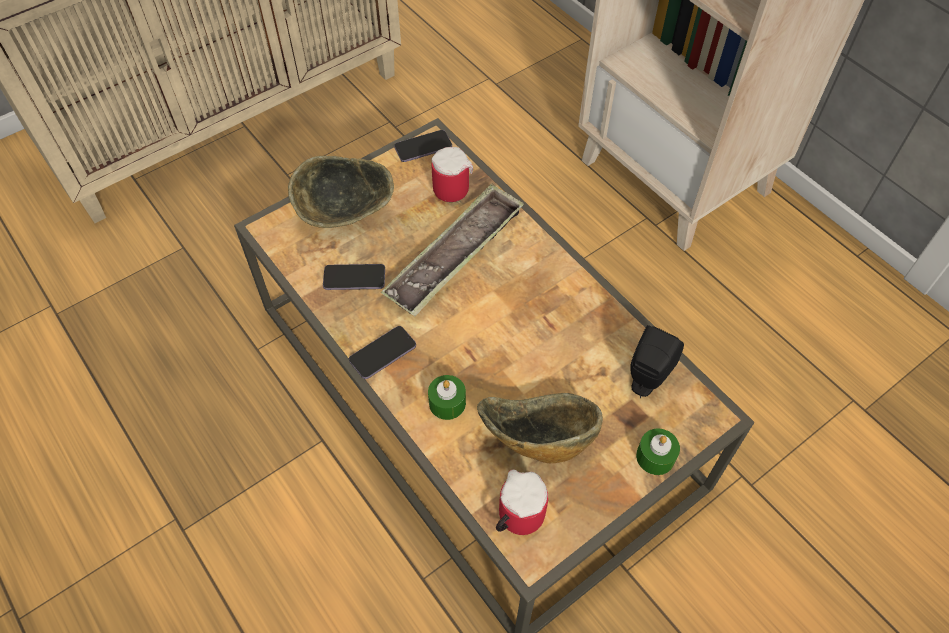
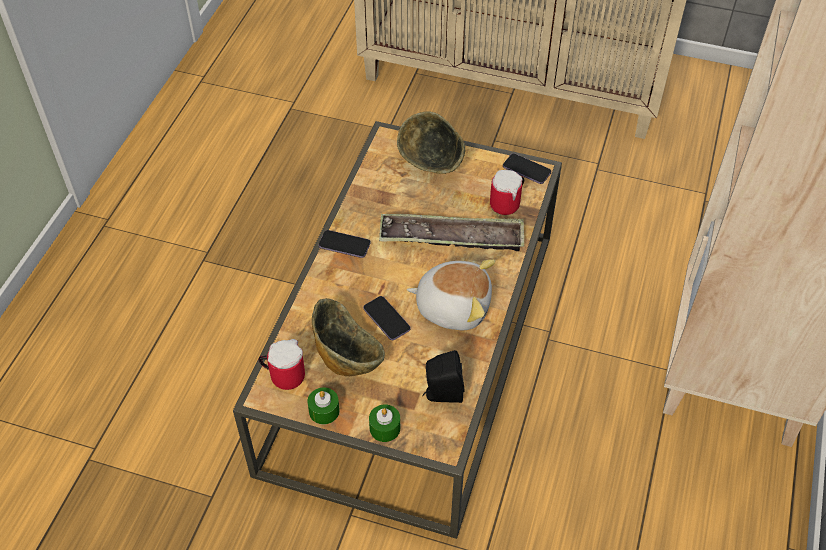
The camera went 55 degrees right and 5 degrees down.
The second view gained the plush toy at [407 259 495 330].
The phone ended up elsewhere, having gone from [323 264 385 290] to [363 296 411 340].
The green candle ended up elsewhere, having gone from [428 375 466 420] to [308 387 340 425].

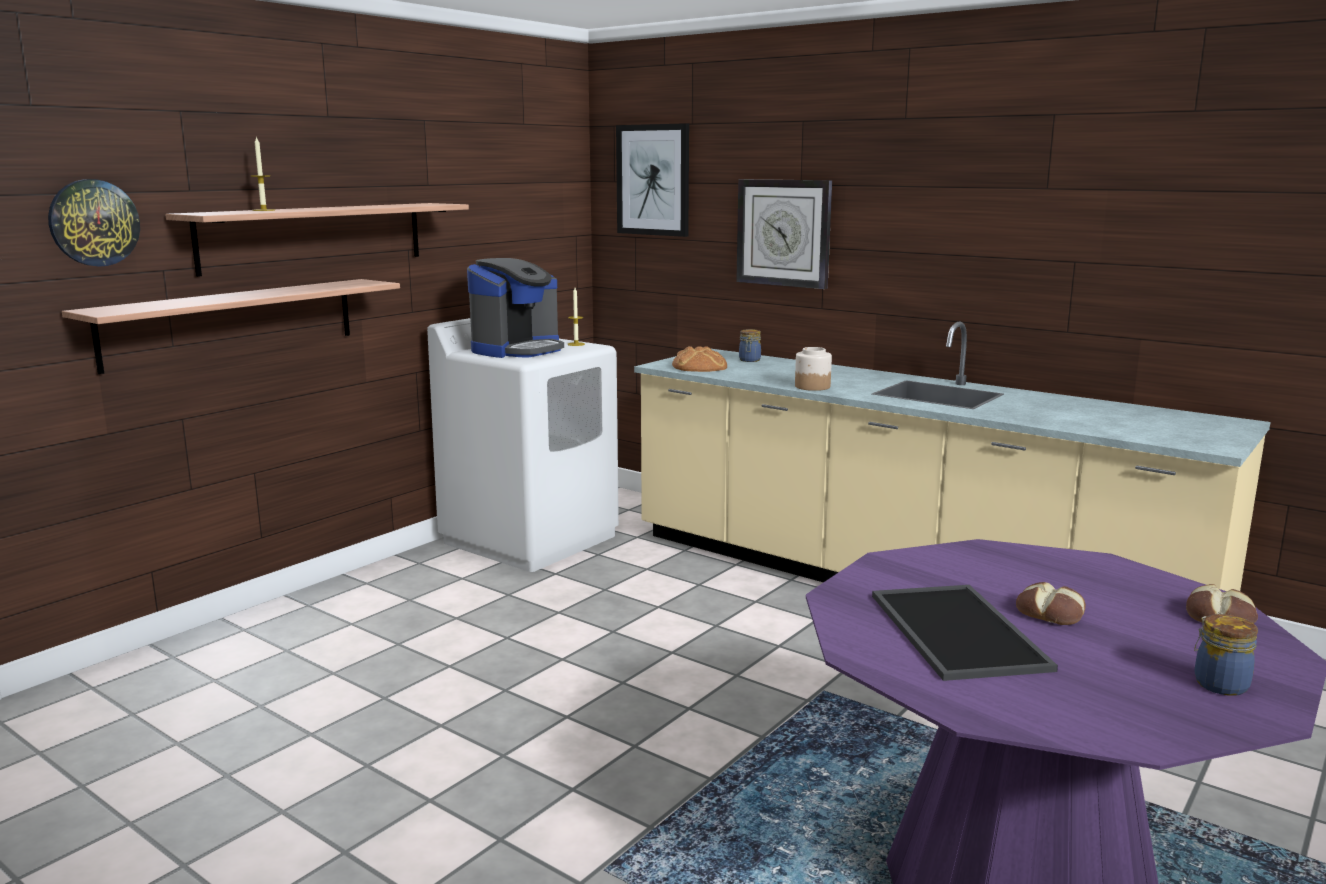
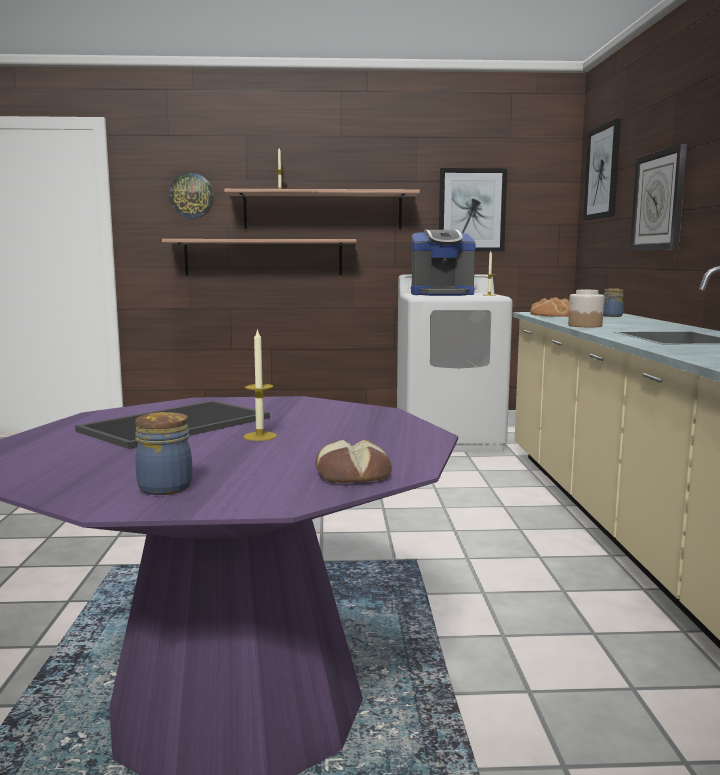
The camera went 50 degrees right and 5 degrees down.
The second view gained the picture at [439 168 507 252].
Where the bread stood at [1016 582 1086 625], the candle came to stand at [244 328 277 441].

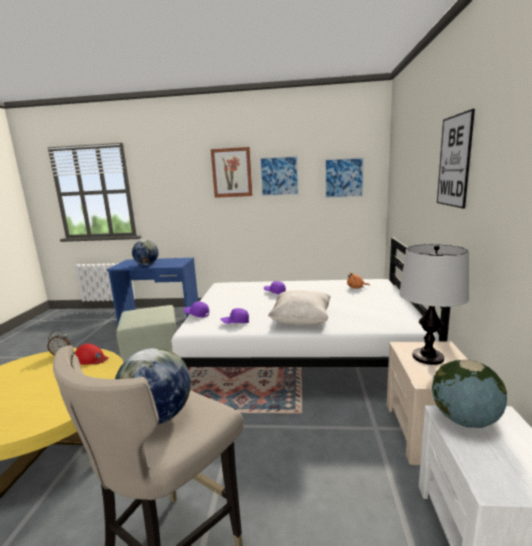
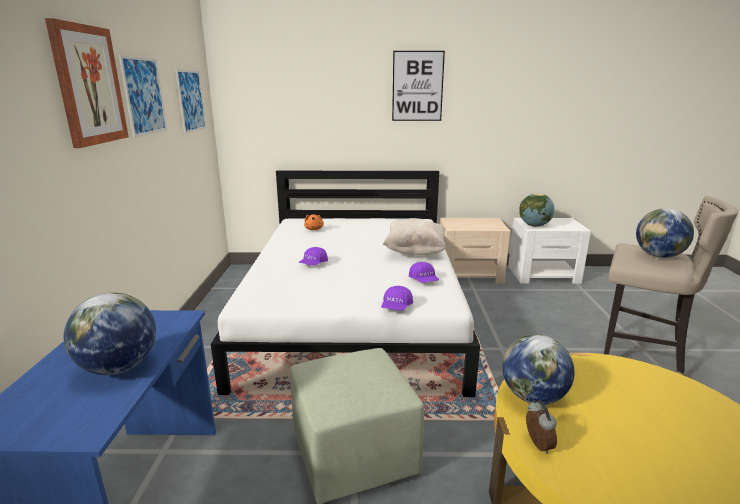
The camera went 95 degrees left and 5 degrees up.
The second view lost the table lamp at [399 244 469 365].
Where the red cap stood at [75 344 109 365], the globe came to stand at [502 334 575 405].

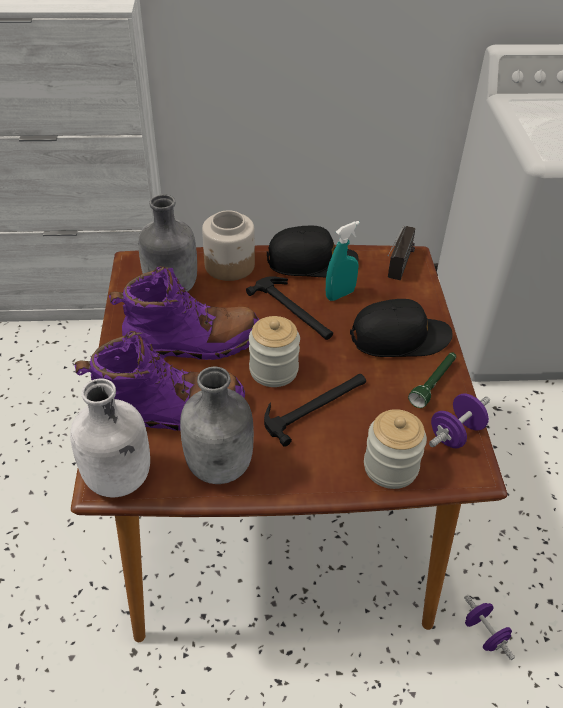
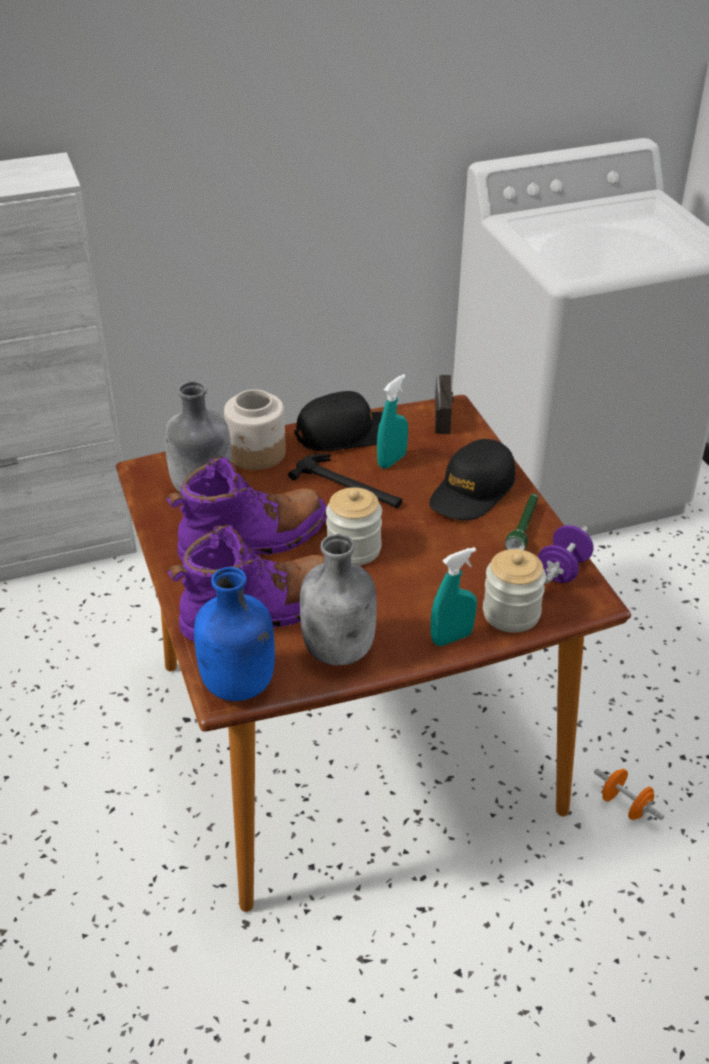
The camera went 15 degrees left and 5 degrees down.
The second view lost the hammer at [264 374 366 447].
The second view gained the turquoise spray bottle at [431 547 477 646].
What was the white bottle at [70 379 150 498] turned into the blue bottle at [194 567 275 701].
What was the purple dumbbell at [464 595 515 660] turned into the orange dumbbell at [594 768 664 820].
The black cap at [350 299 453 357] ended up facing another way, 150 degrees clockwise from before.

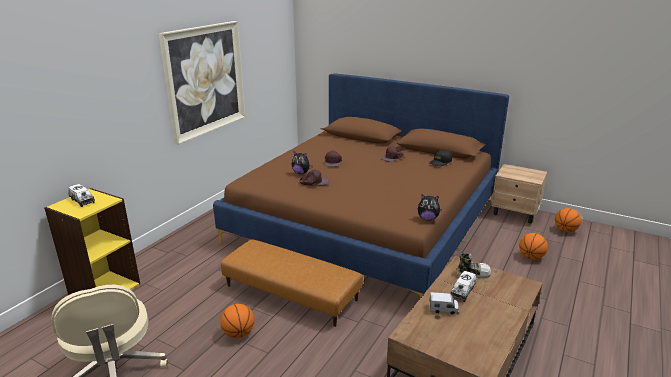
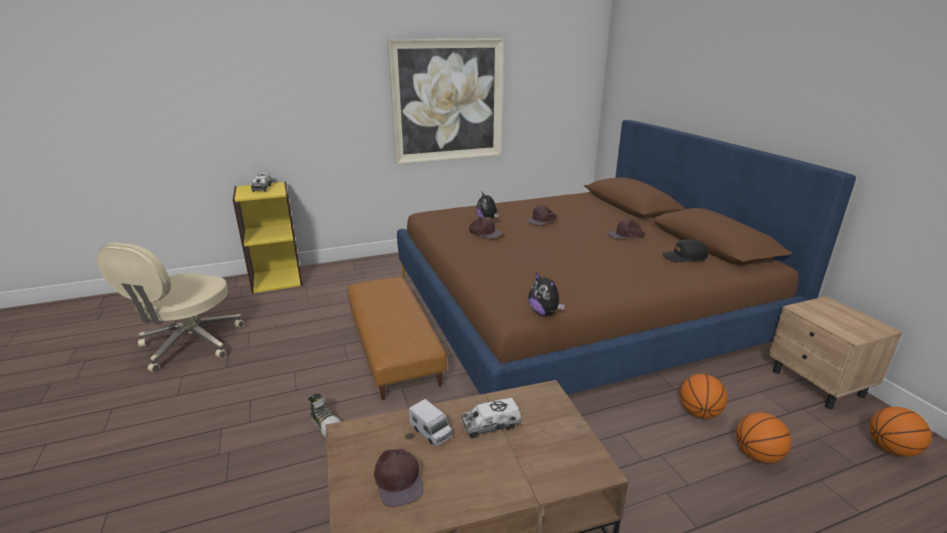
The camera went 40 degrees right and 0 degrees up.
The second view gained the brown cap at [374 449 423 507].
The basketball ended up elsewhere, having gone from [220 304 254 338] to [680 374 727 419].
The shoe ended up elsewhere, having gone from [456 253 491 278] to [308 393 341 438].

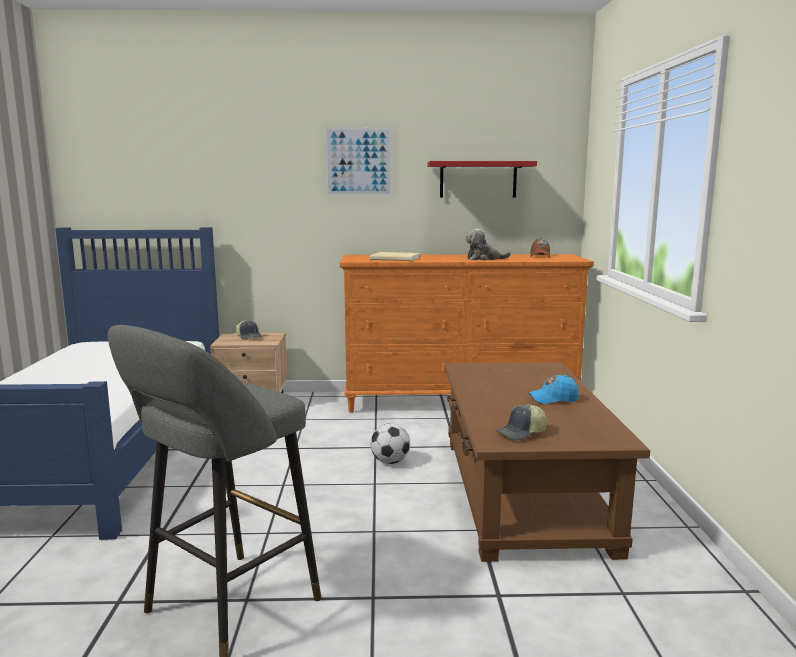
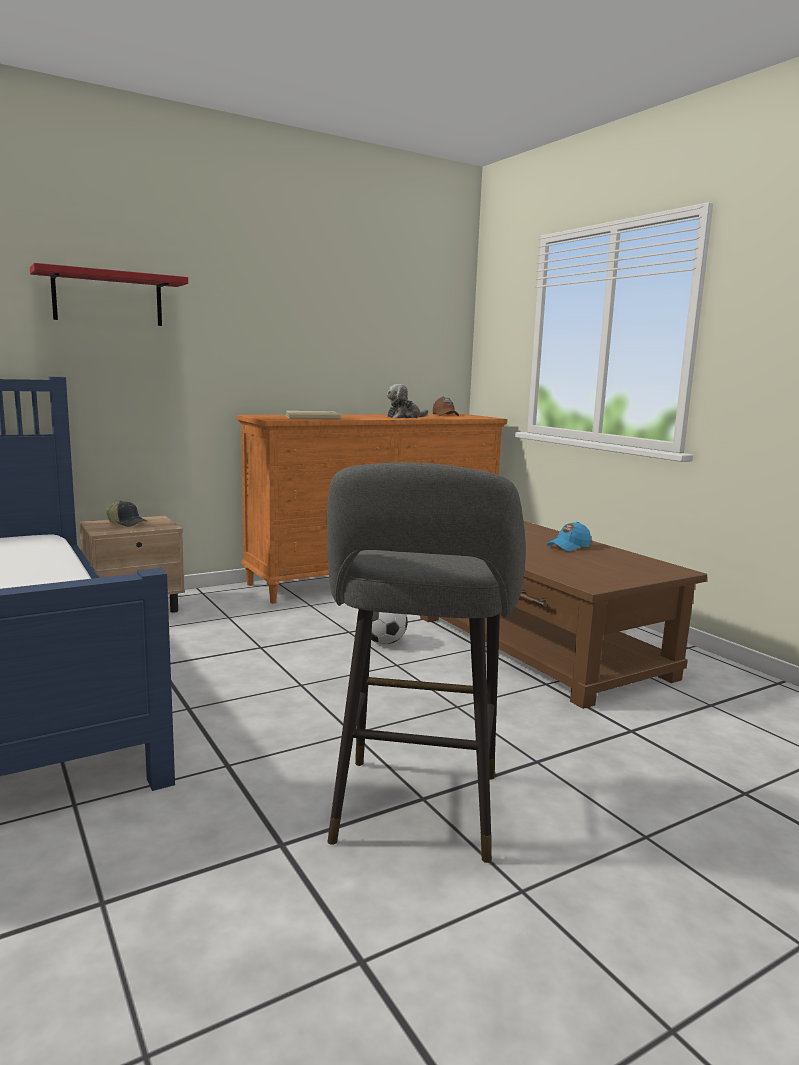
The camera went 30 degrees left and 0 degrees up.
The second view lost the picture at [325 127 392 196].
The second view lost the cap at [495 404 546 440].
The red shelf ended up elsewhere, having gone from [427 161 537 197] to [30 263 188 326].

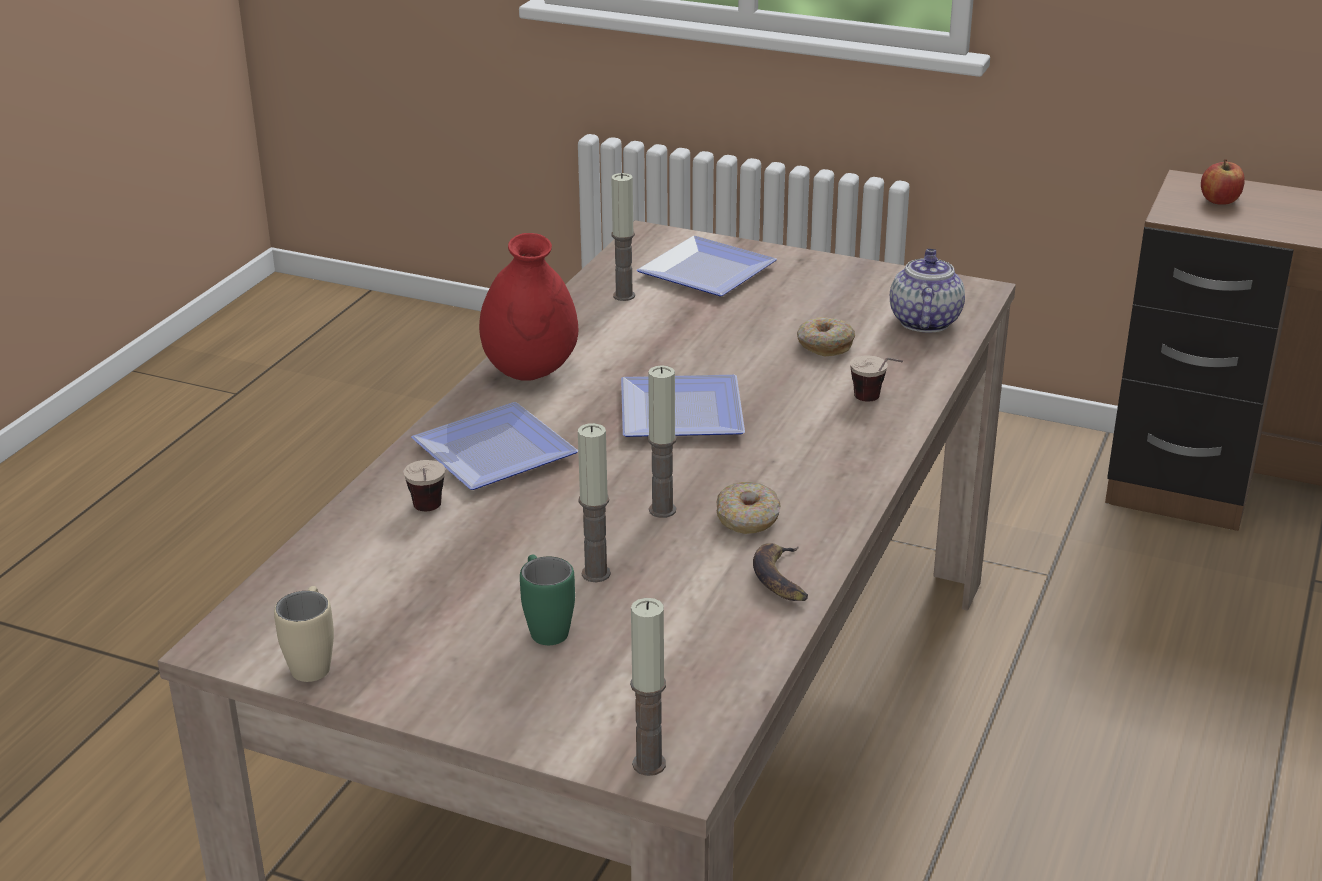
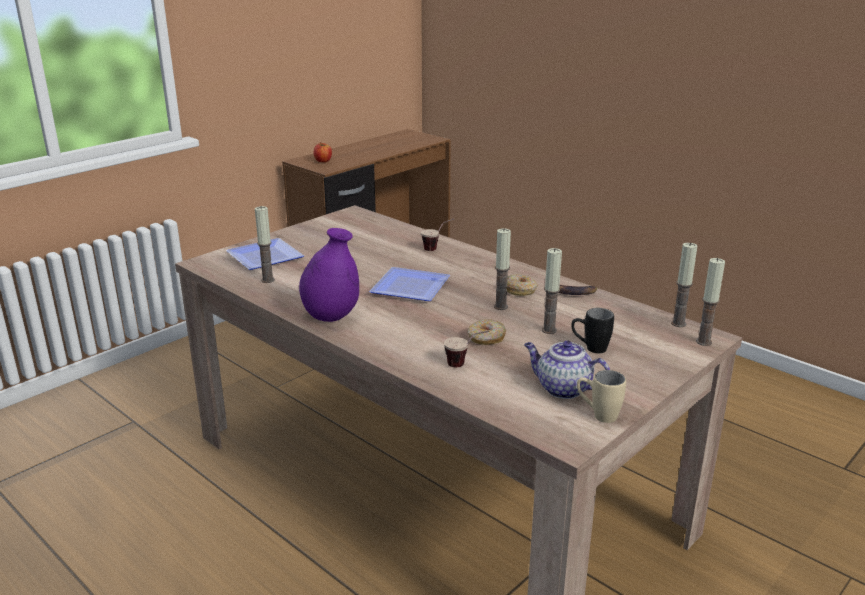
The camera went 70 degrees left and 5 degrees down.
The second view lost the plate at [411 402 578 490].
The second view gained the candle at [671 243 697 327].
The donut ended up elsewhere, having gone from [797 317 855 356] to [467 319 506 345].
The teapot ended up elsewhere, having gone from [890 249 965 333] to [524 341 610 399].
What was the red vase at [479 233 578 381] turned into the purple vase at [299 228 359 322].
What was the green mug at [520 555 575 645] turned into the black mug at [571 308 614 353].

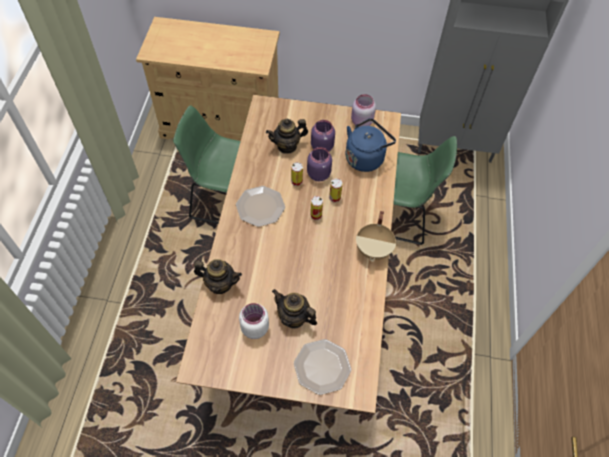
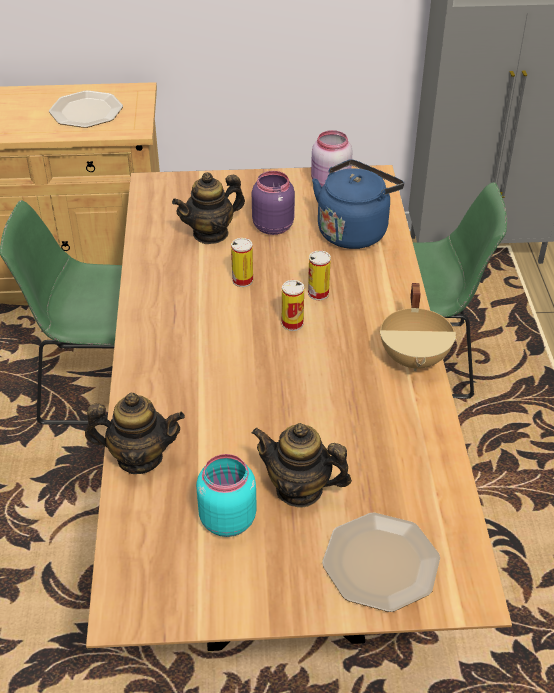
The camera went 10 degrees left and 15 degrees down.
The second view lost the purple jar at [307 147 332 181].
The plate ended up elsewhere, having gone from [236 186 285 227] to [49 90 123 128].
What was the white jar at [239 303 269 339] turned into the turquoise jar at [196 454 257 537].

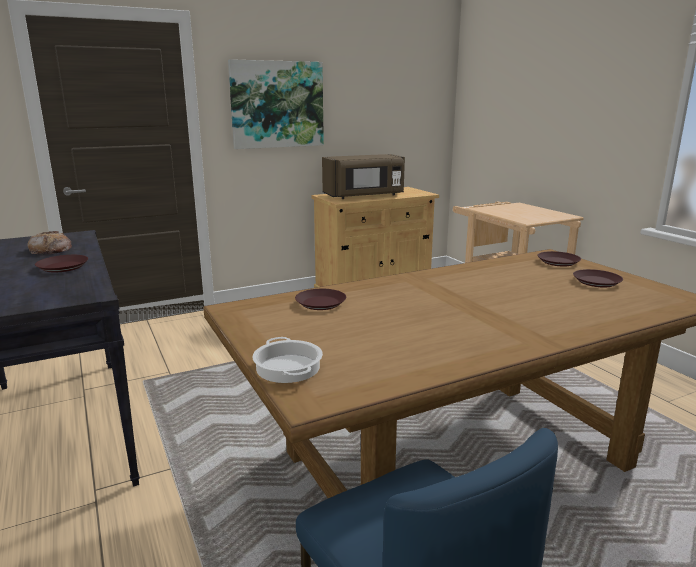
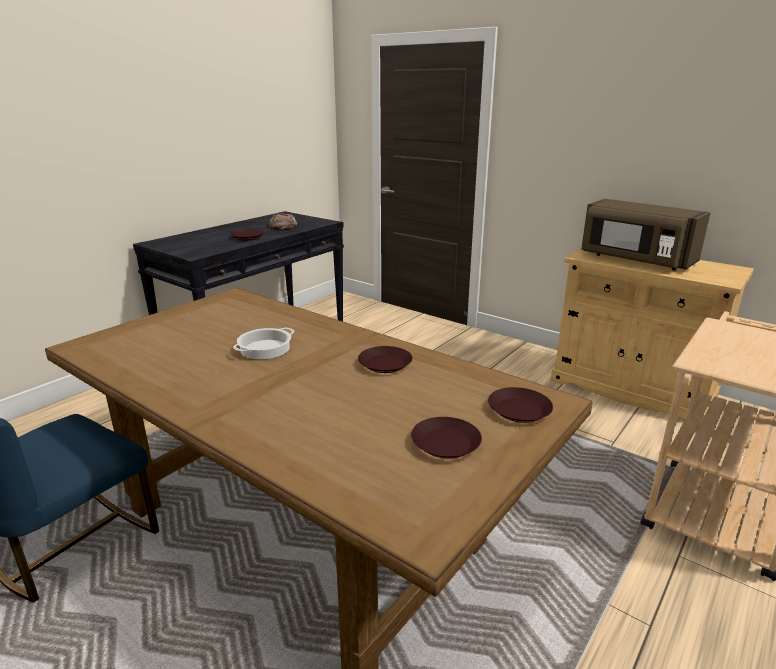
The camera went 65 degrees right and 5 degrees up.
The second view lost the picture at [228 59 324 149].
The cooking pot ended up elsewhere, having gone from [252 337 323 383] to [233 328 295 359].
The brown plate ended up elsewhere, having gone from [295 289 346 310] to [358 346 412 373].

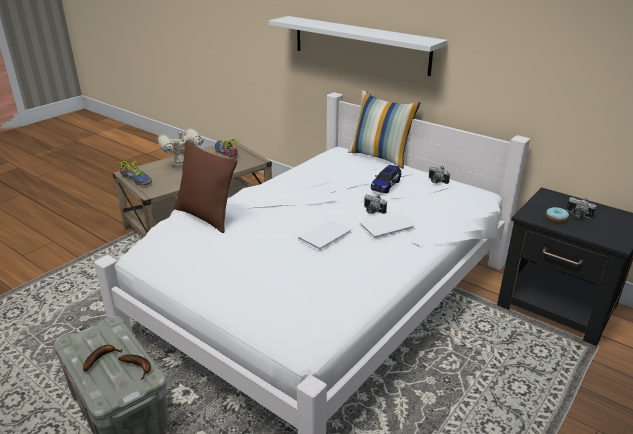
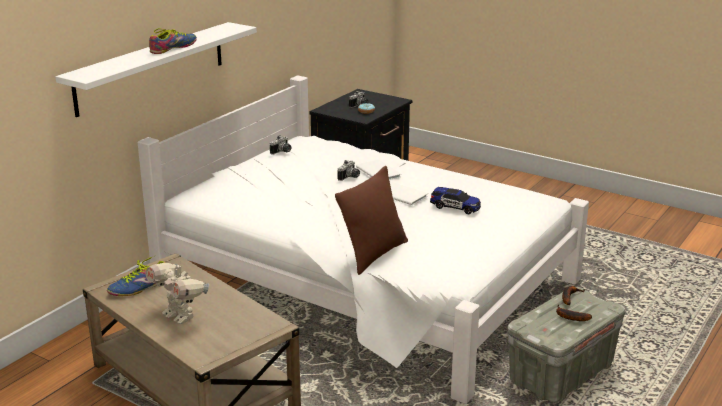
The camera went 95 degrees left and 5 degrees down.
The second view lost the pillow at [348 90 420 169].
The shoe ended up elsewhere, having gone from [118 161 152 186] to [149 28 197 54].
The toy car ended up elsewhere, having gone from [371 165 401 194] to [430 187 481 214].

